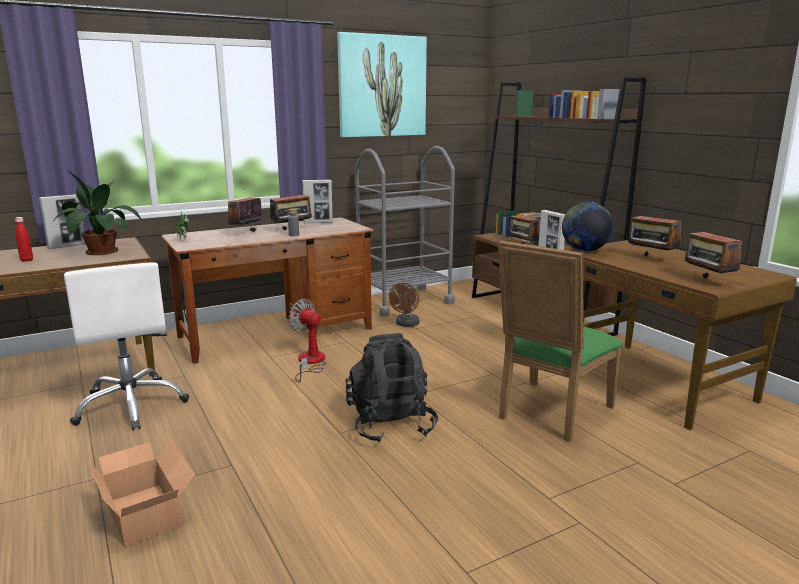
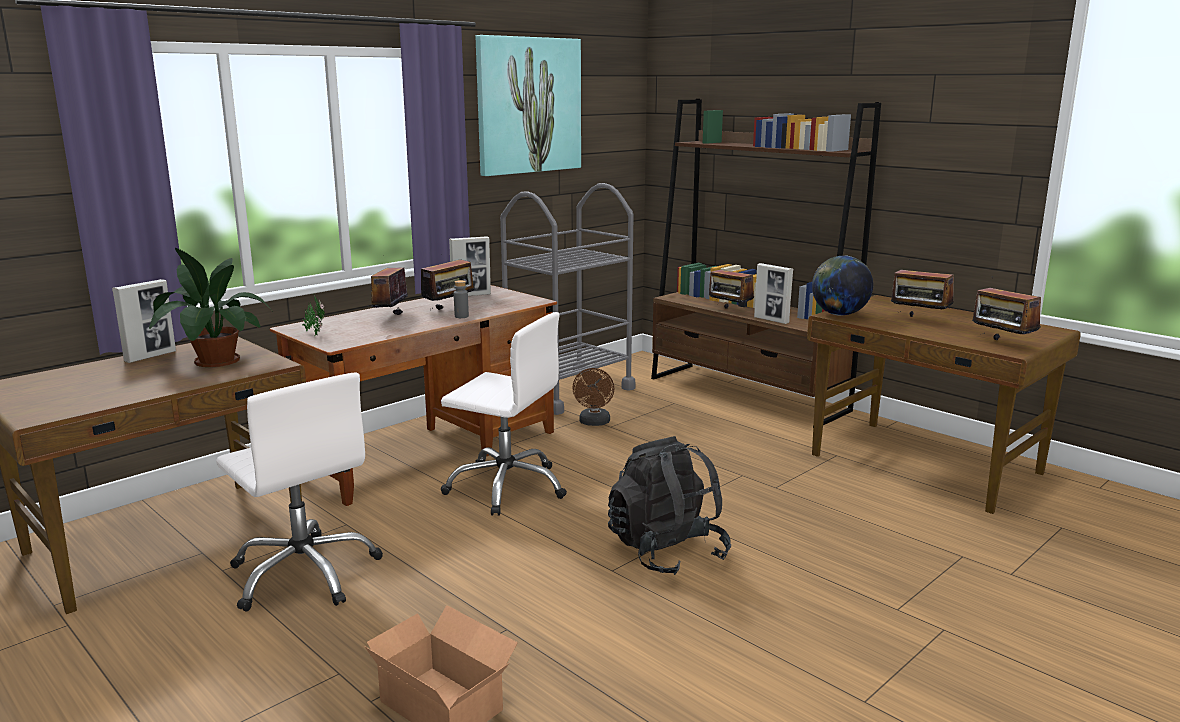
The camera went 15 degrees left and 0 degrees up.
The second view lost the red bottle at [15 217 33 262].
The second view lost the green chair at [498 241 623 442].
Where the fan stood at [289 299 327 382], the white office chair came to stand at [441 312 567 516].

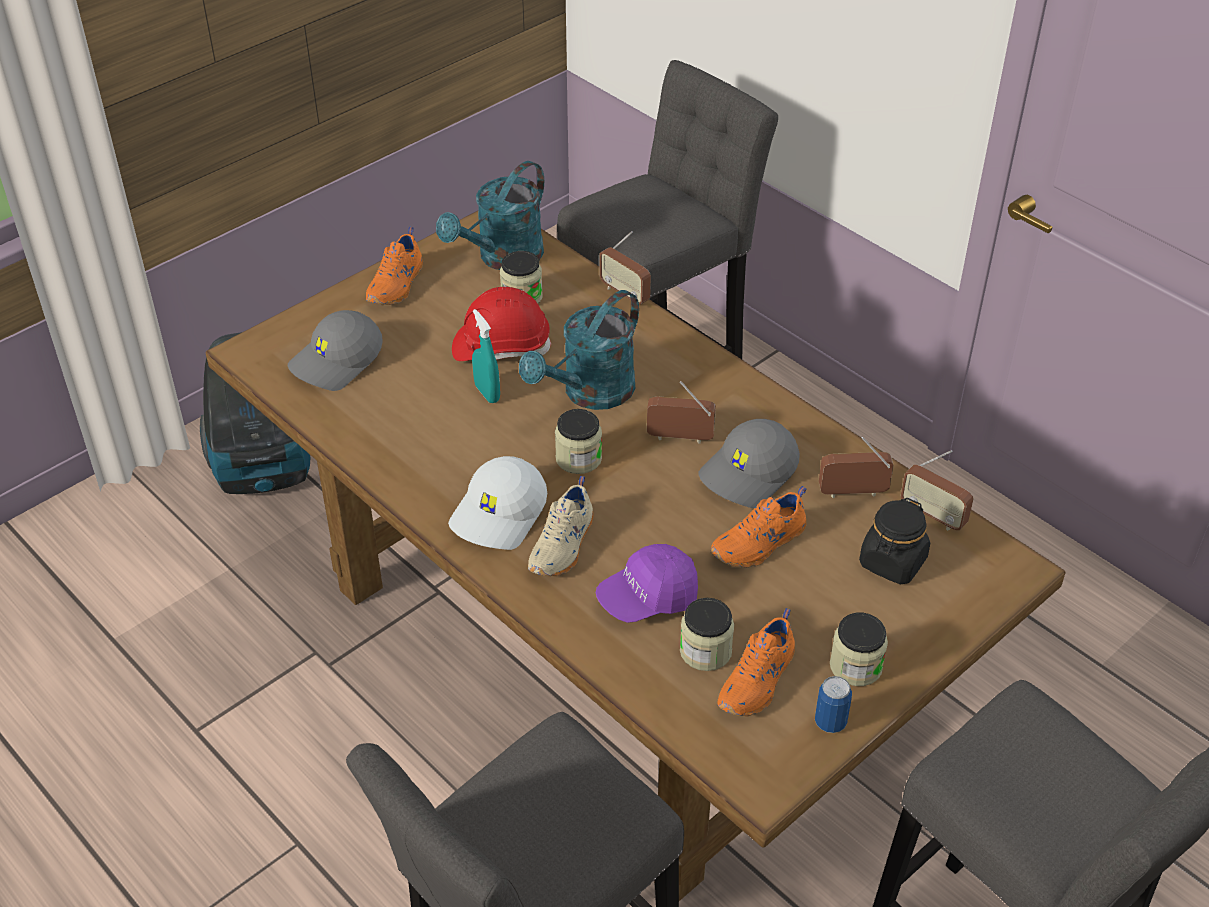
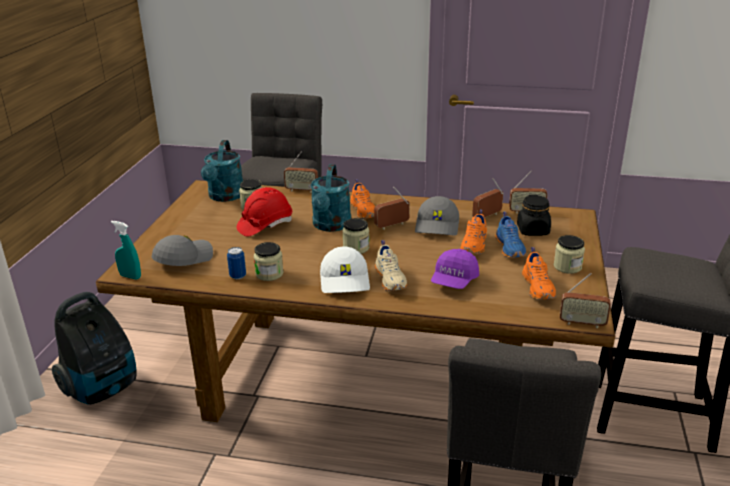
The camera went 35 degrees left and 15 degrees down.
The second view gained the blue shoe at [495 212 526 258].
The second view gained the radio at [560 273 611 328].
The orange shoe ended up elsewhere, having gone from [366 227 423 305] to [350 179 375 219].
The turquoise spray bottle ended up elsewhere, having gone from [472 309 500 403] to [111 221 141 279].
The jar ended up elsewhere, having gone from [680 598 734 671] to [254 242 284 281].
The can ended up elsewhere, having gone from [815 676 852 733] to [227 247 246 279].
The grey cap at [288 310 383 391] ended up facing another way, 150 degrees counterclockwise from before.

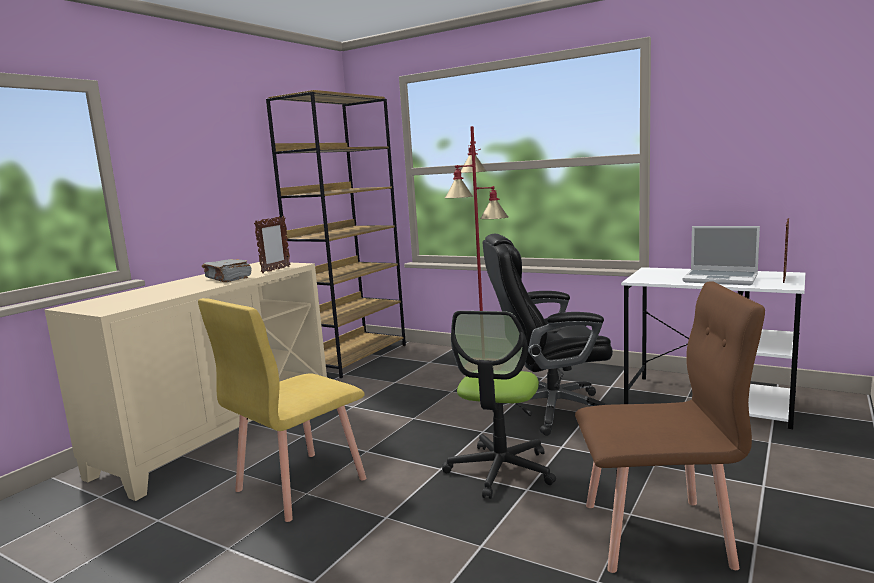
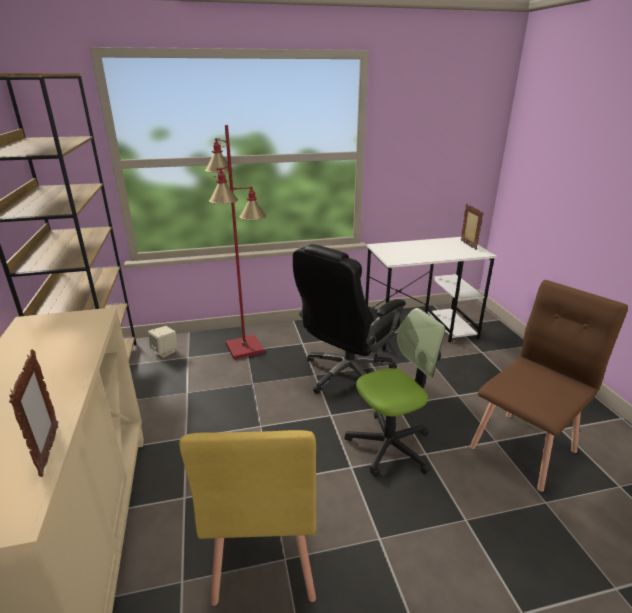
The camera went 45 degrees left and 15 degrees up.
The second view lost the grey book at [202 259 252 282].
The second view lost the laptop at [682 226 760 285].
The second view gained the beige speaker at [148 326 177 358].
The picture frame ended up elsewhere, having gone from [254 216 291 273] to [9 349 58 477].
The office chair at [442 311 556 499] ended up facing another way, 90 degrees counterclockwise from before.

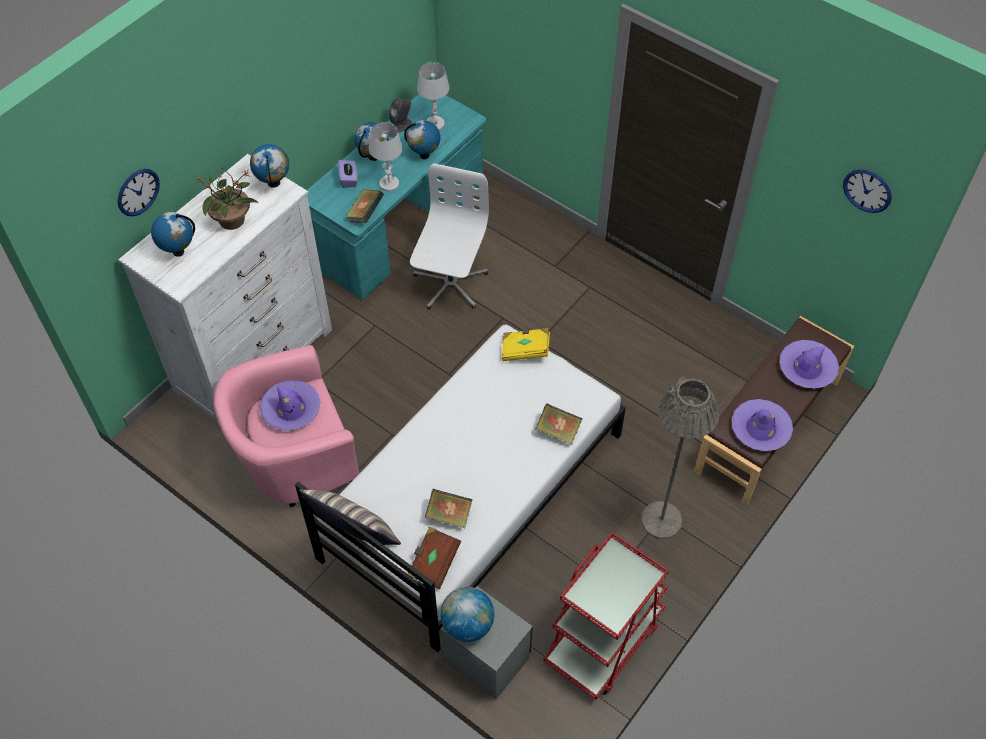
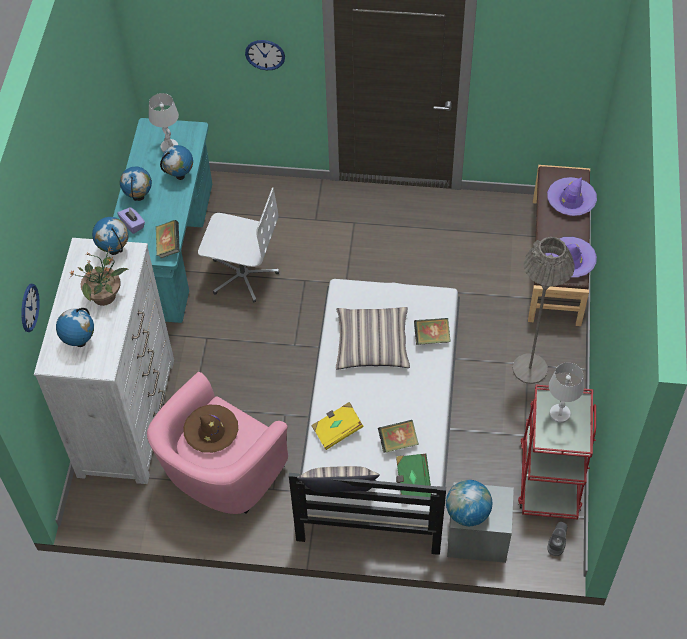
The camera went 30 degrees left and 0 degrees up.
The second view gained the pillow at [336 307 410 370].
The white table lamp ended up elsewhere, having gone from [369 122 403 192] to [549 362 584 423].
The grey speaker ended up elsewhere, having gone from [388 98 412 133] to [547 522 567 556].
The yellow book ended up elsewhere, having gone from [502 328 550 361] to [311 402 364 450].
The wall clock ended up elsewhere, having gone from [843 169 892 213] to [245 40 285 70].
What was the purple hat at [260 380 320 431] turned into the brown hat at [183 404 238 453].
What was the brown book at [408 526 461 589] turned into the green book at [396 453 432 497].
The white office chair at [410 163 489 310] ended up facing another way, 120 degrees clockwise from before.

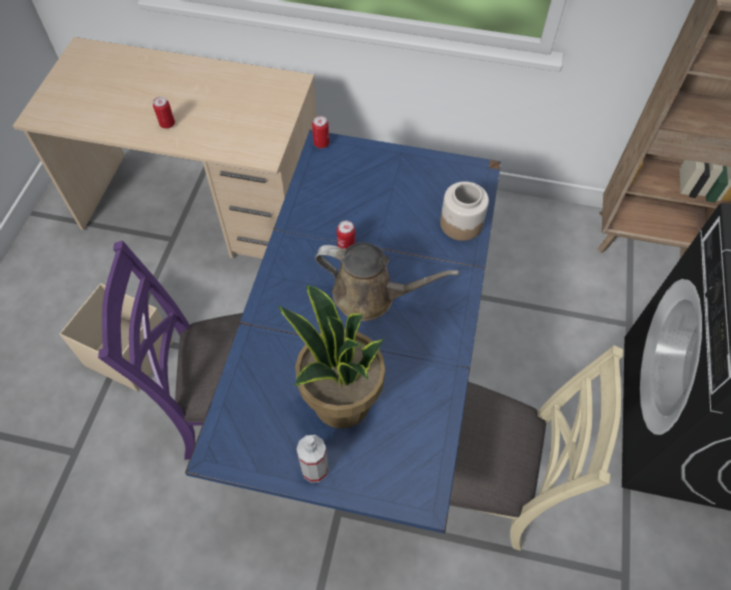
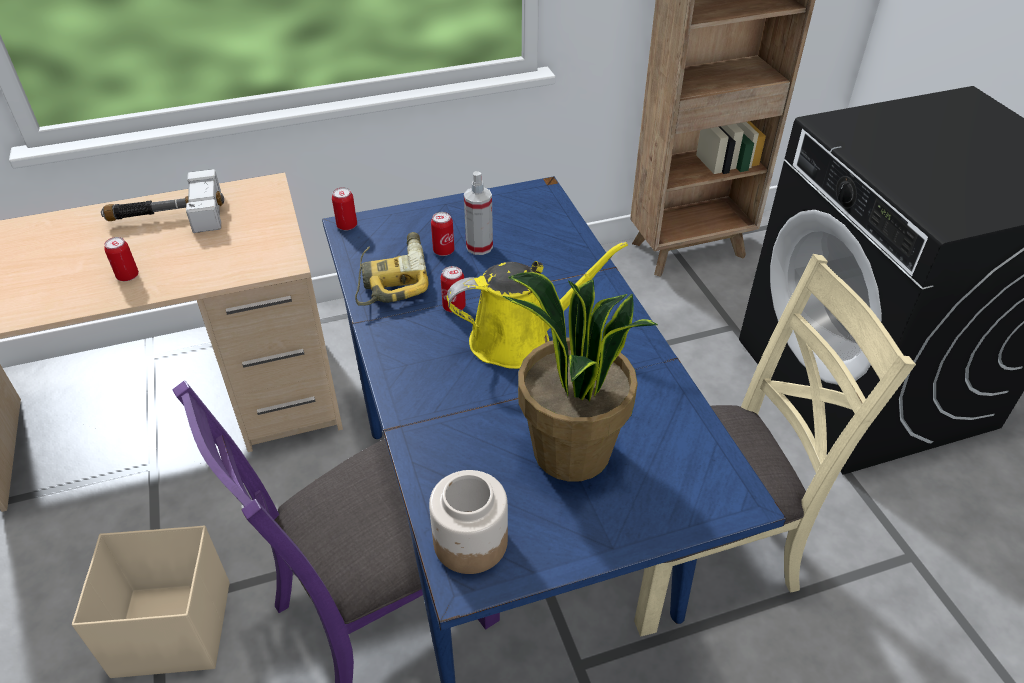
The camera went 30 degrees left and 15 degrees down.
The second view gained the hammer at [101 169 224 233].
The second view gained the power drill at [355 232 429 306].
The second view gained the can at [431 212 454 256].
The spray bottle ended up elsewhere, having gone from [296 435 329 483] to [464 171 493 255].
The jar ended up elsewhere, having gone from [440 181 489 241] to [429 470 508 574].
What was the brown watering can at [315 242 459 321] turned into the yellow watering can at [447 241 628 369].

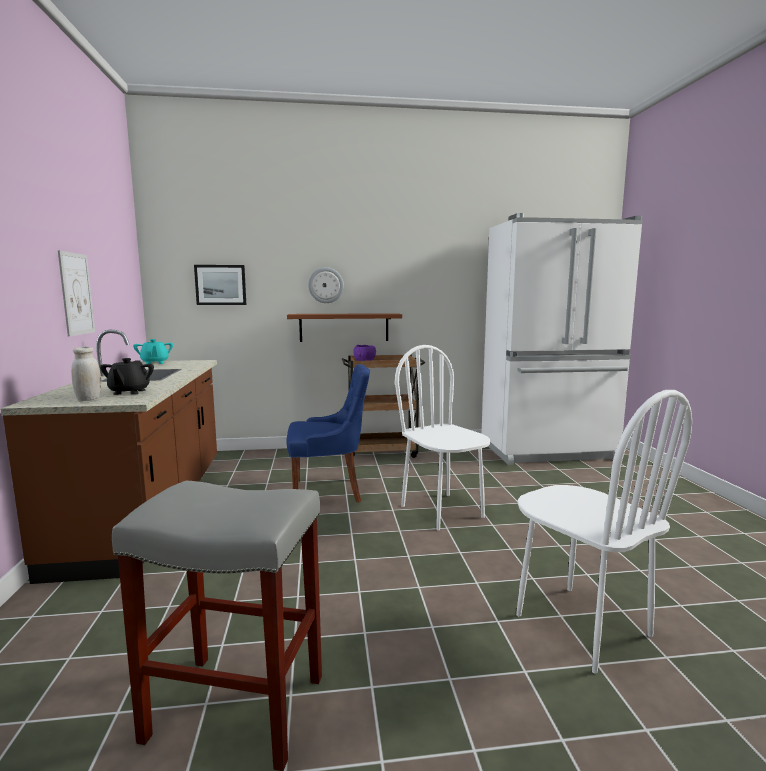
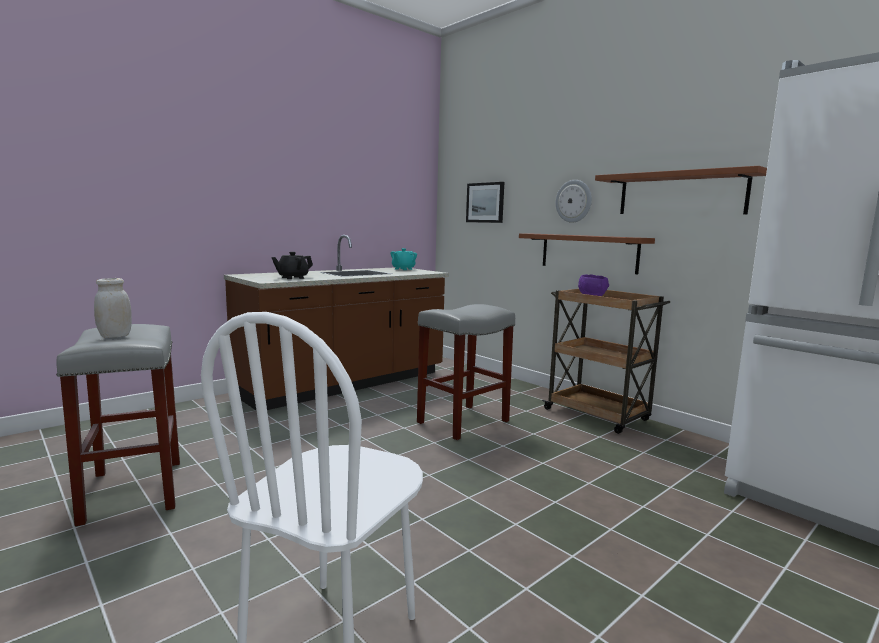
The camera went 55 degrees right and 0 degrees up.
The second view lost the picture at [58 250 95 337].
The second view lost the white chair at [395 345 490 530].
The second view gained the brown shelf at [595 166 767 214].
The white jar ended up elsewhere, having gone from [71 347 101 401] to [94 278 132 338].
Where the blue chair stood at [287 364 370 503], the grey stool came to stand at [417 304 515 440].

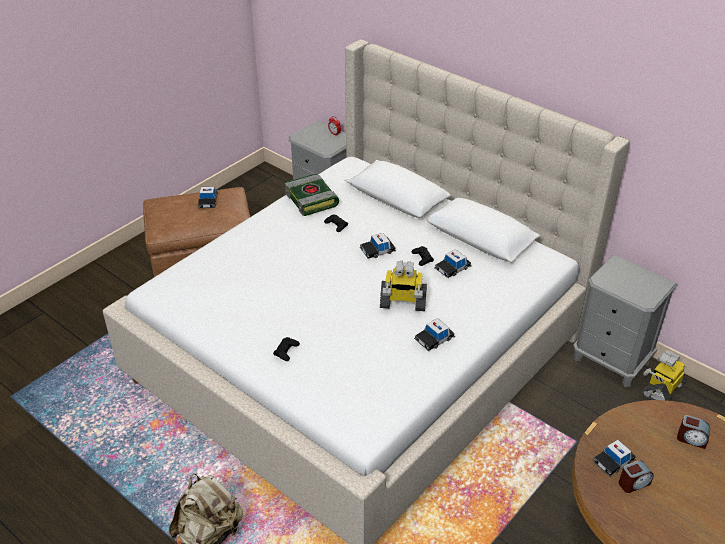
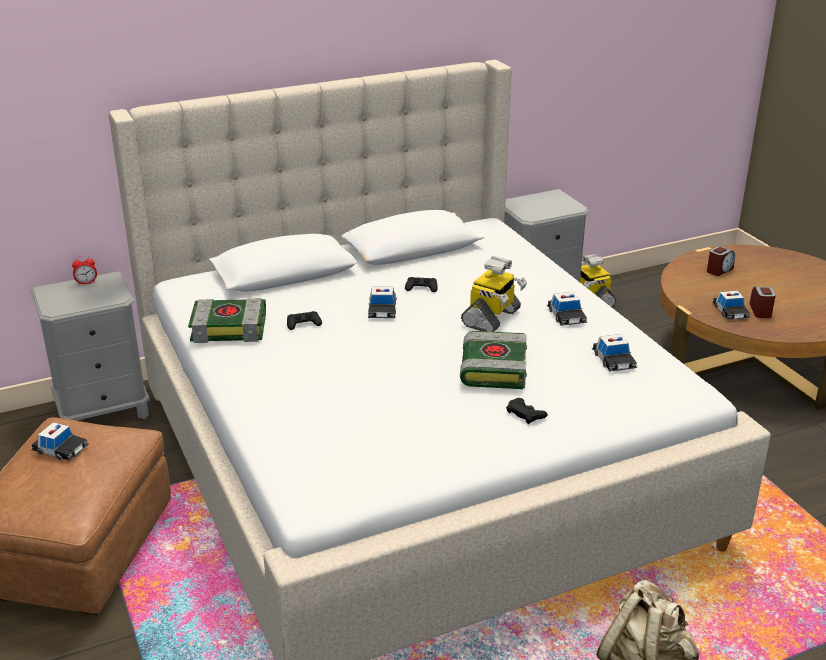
The camera went 65 degrees left and 10 degrees down.
The second view gained the book at [460 331 527 389].
The toy car ended up elsewhere, having gone from [434 249 472 278] to [592 334 637 372].

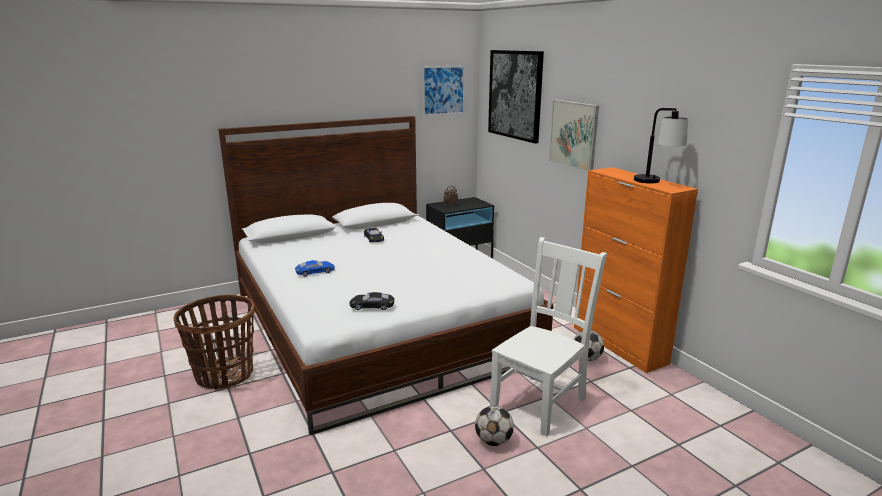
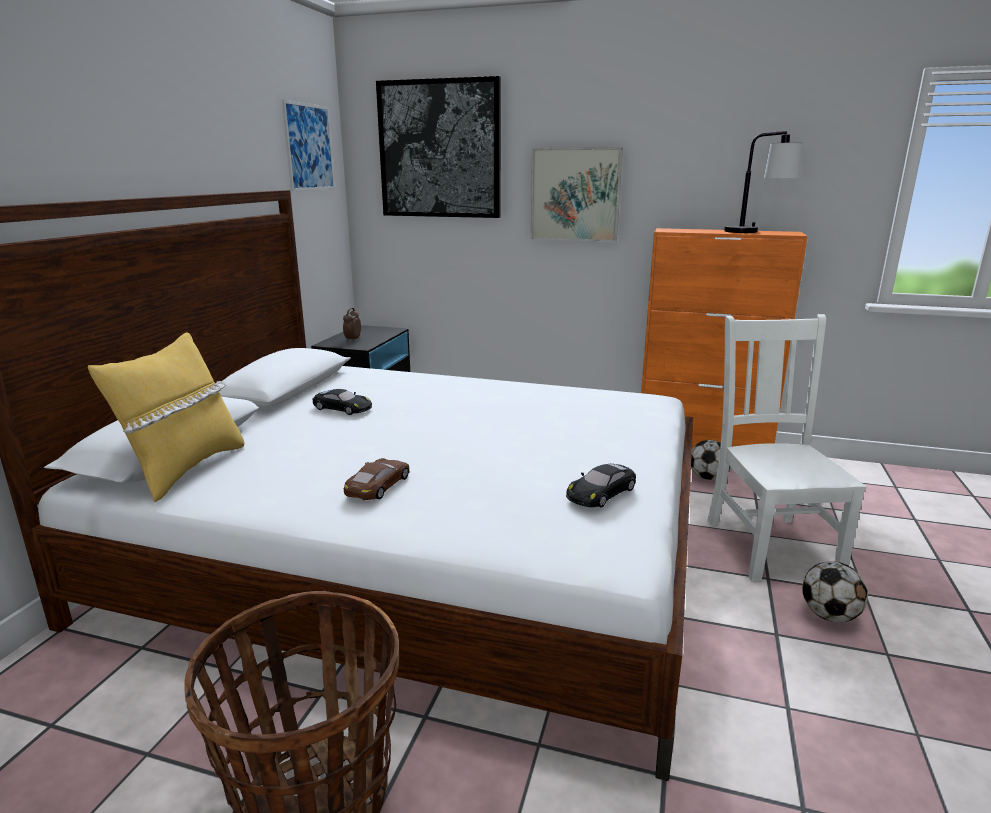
The camera went 45 degrees left and 0 degrees up.
The second view gained the yellow pillow at [88 332 245 502].
What was the blue toy car at [295 260 335 276] turned into the brown toy car at [344 458 409 500].

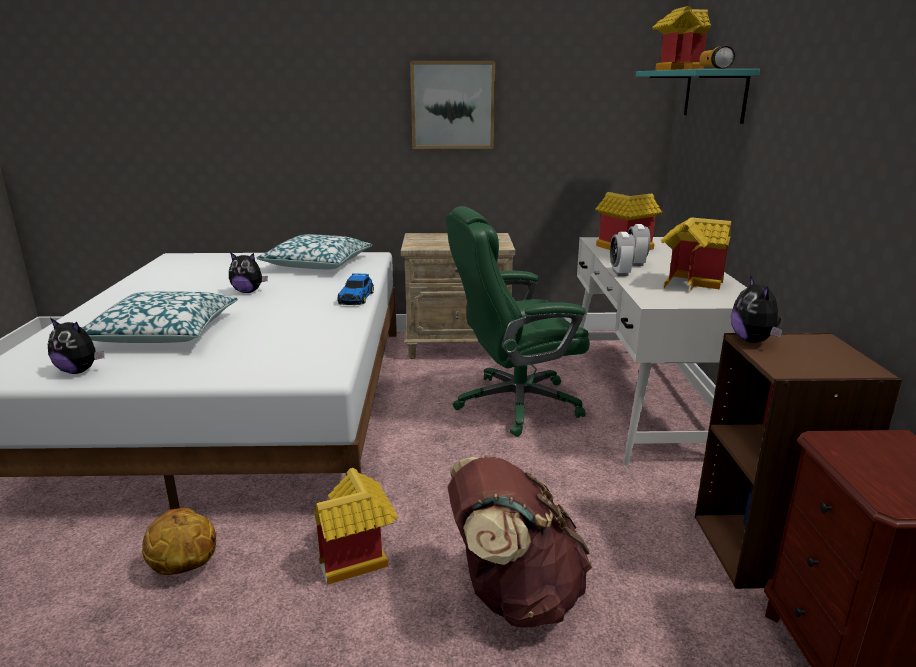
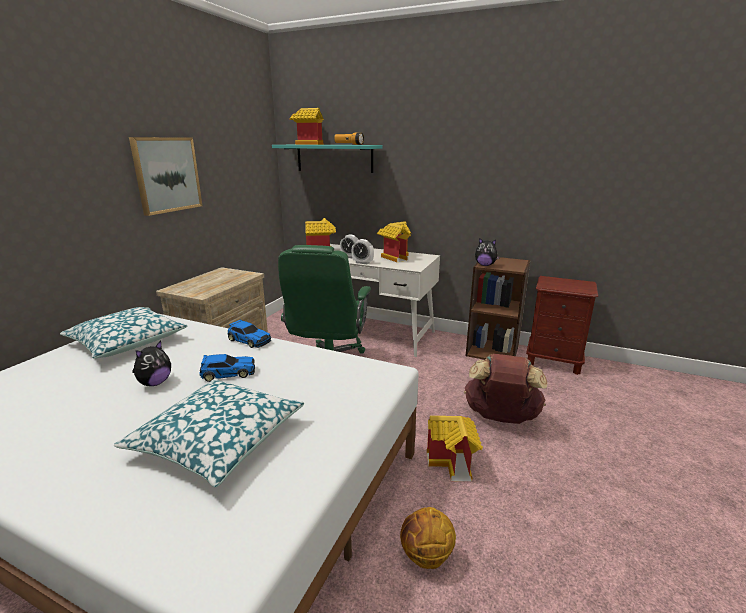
The camera went 65 degrees left and 0 degrees up.
The second view lost the plush toy at [48 318 104 374].
The second view gained the toy car at [199 354 255 382].

